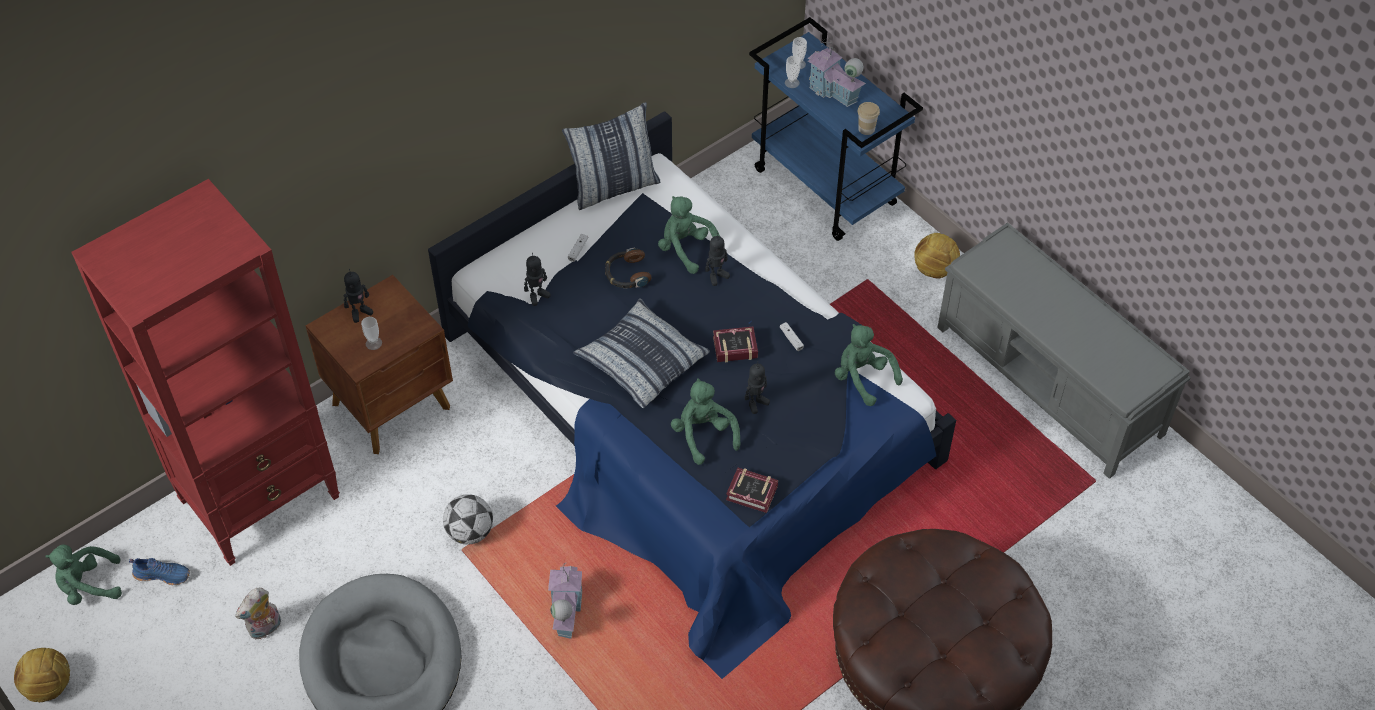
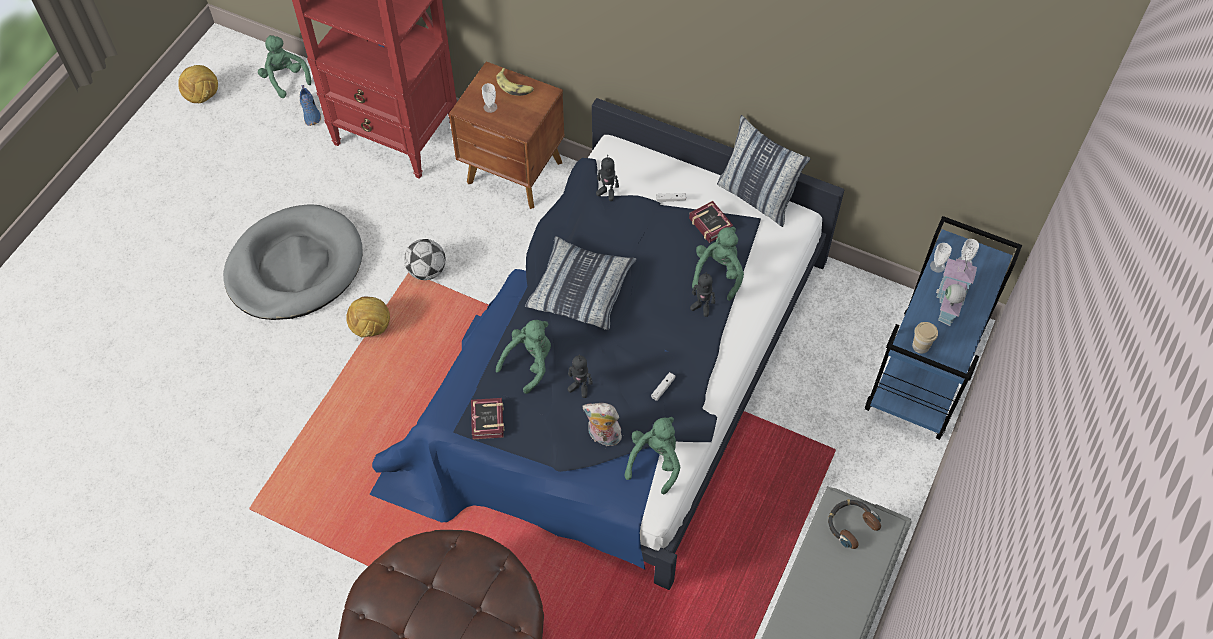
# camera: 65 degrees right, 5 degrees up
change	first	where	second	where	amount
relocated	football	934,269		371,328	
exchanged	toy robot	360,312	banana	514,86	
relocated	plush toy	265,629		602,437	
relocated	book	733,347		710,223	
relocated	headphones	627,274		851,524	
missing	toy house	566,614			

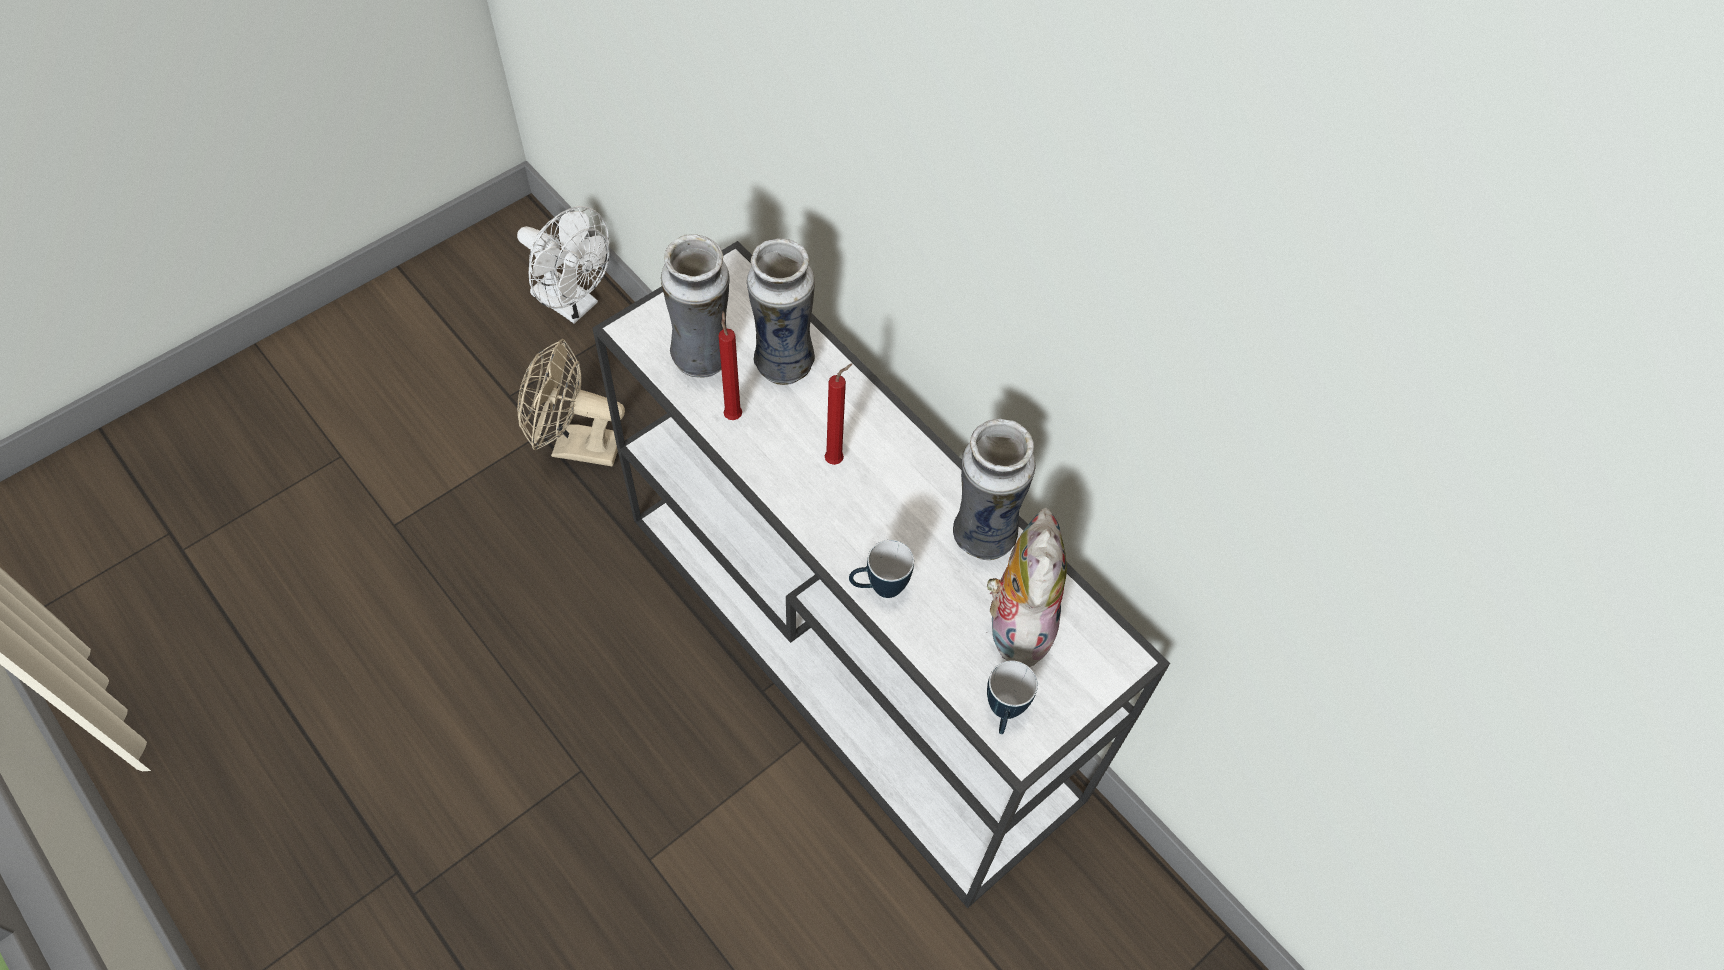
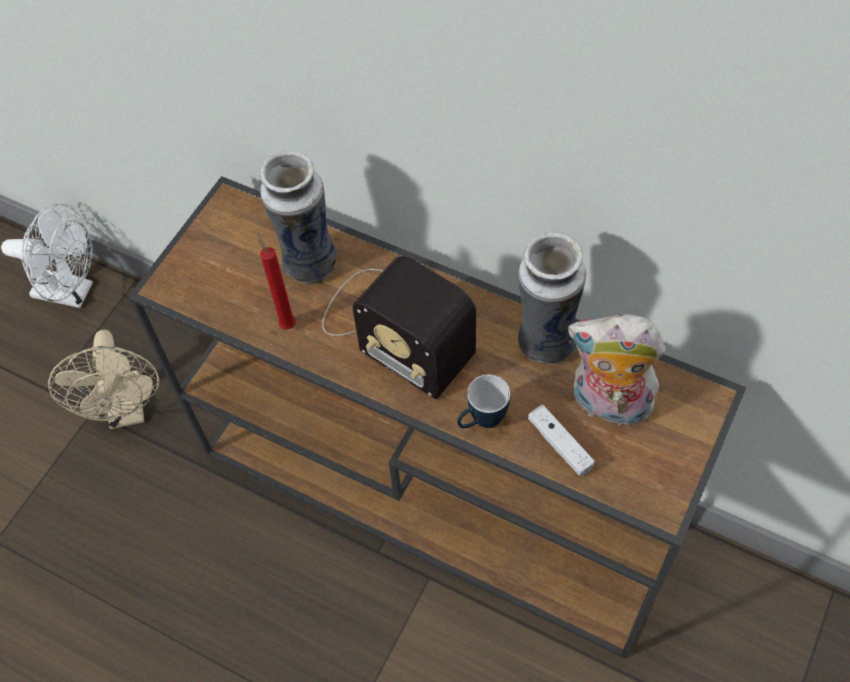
# camera: 15 degrees left, 0 degrees up
change	first	where	second	where	amount
spun	beige fan	576,446		127,410	90 degrees counterclockwise
colour	white console table	853,657	brown console table	440,492	
exchanged	red candle	836,459	radio	394,327	
appeared			white game controller	560,444	
spun	plush toy	1016,623		608,405	60 degrees counterclockwise
missing	vase	703,358			
missing	mug	1003,714			

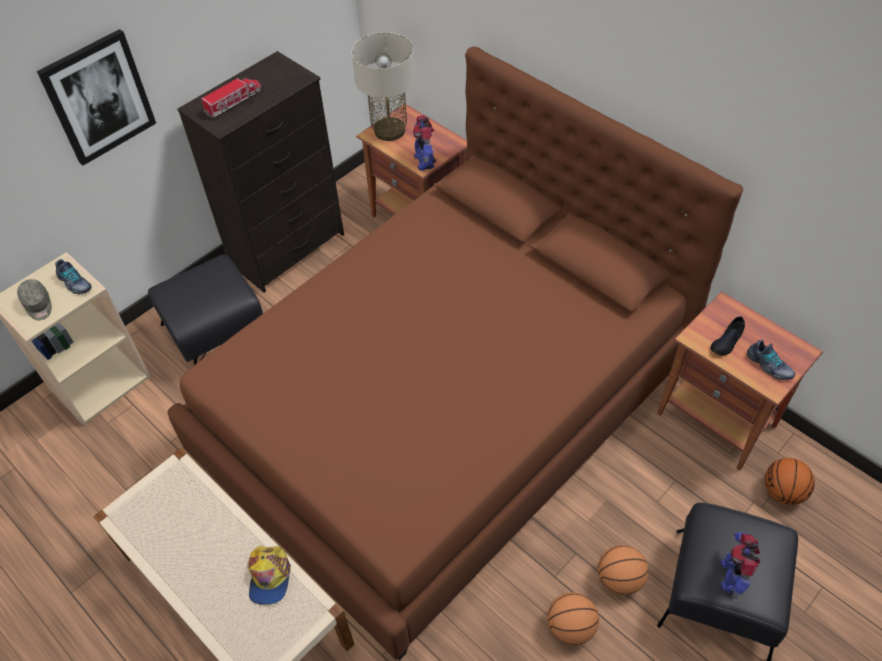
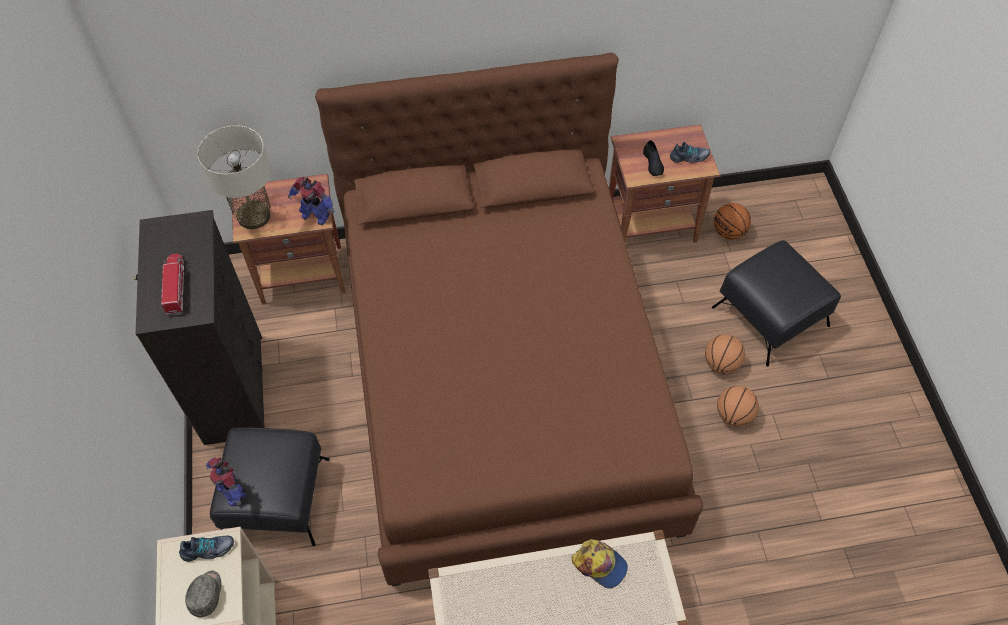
# camera: 55 degrees left, 5 degrees up
change	first	where	second	where	amount
spun	grey cap	38,305		206,594	90 degrees counterclockwise
relocated	toy robot	732,576		232,491	
missing	picture	99,97			

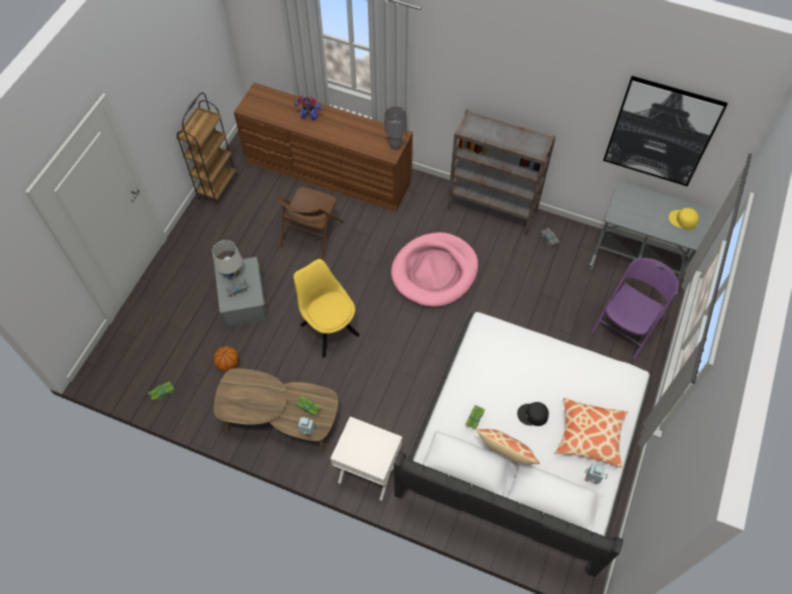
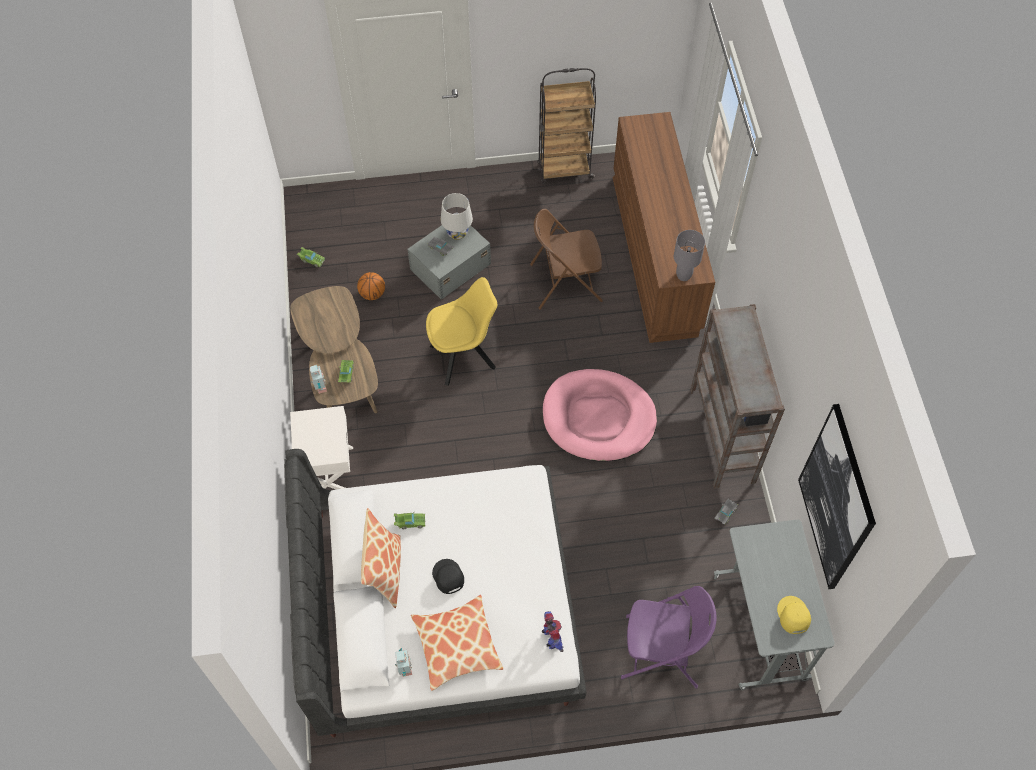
# camera: 60 degrees right, 0 degrees up
change	first	where	second	where	amount
spun	yellow chair	329,330		463,357	45 degrees clockwise
relocated	toy robot	309,118		552,638	

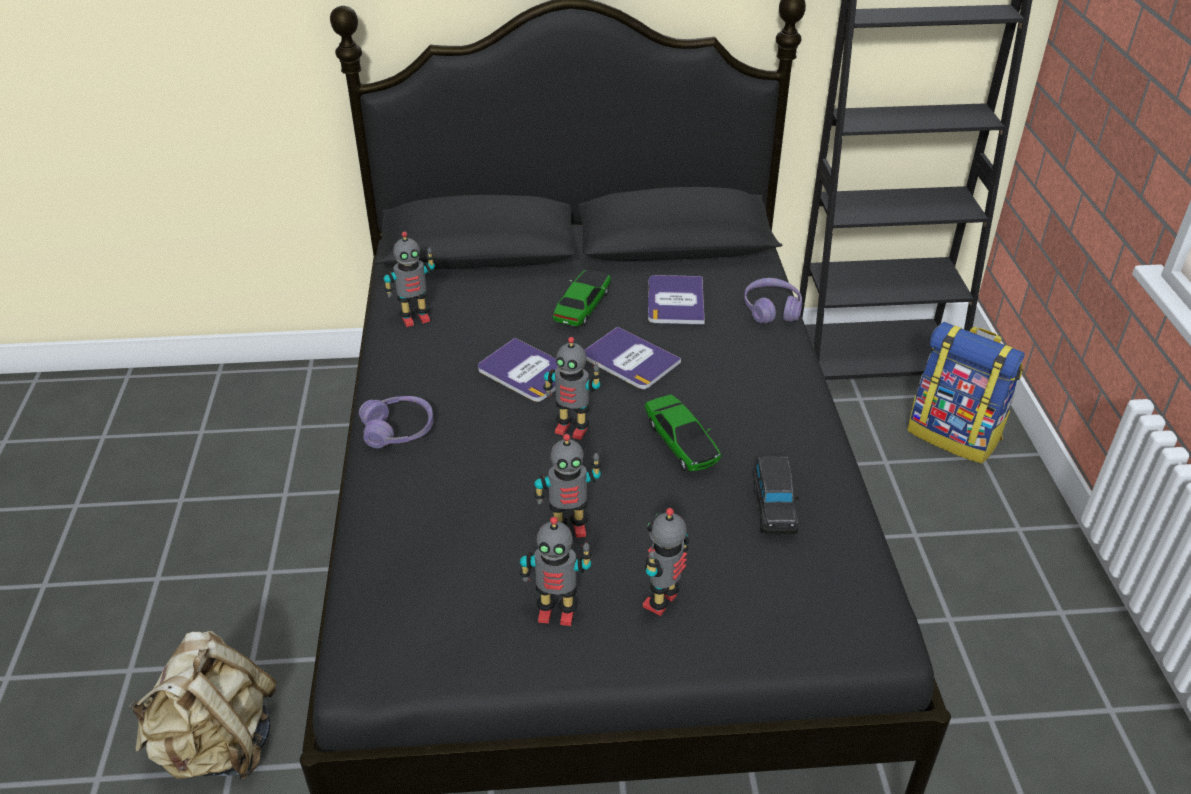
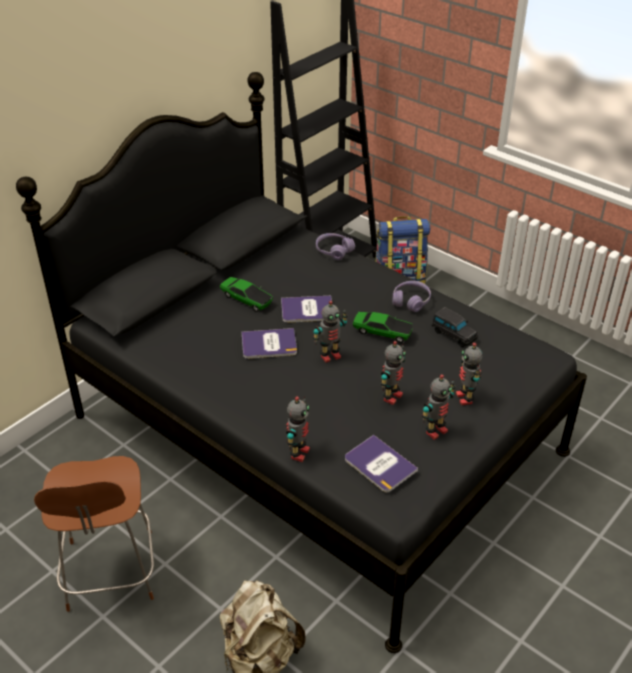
# camera: 45 degrees left, 0 degrees up
change	first	where	second	where	amount
appeared			brown chair	110,574	
spun	toy car	582,307		246,299	150 degrees clockwise
relocated	toy robot	415,318		298,453	
relocated	book	675,301		379,464	
relocated	purple headphones	398,430		411,301	

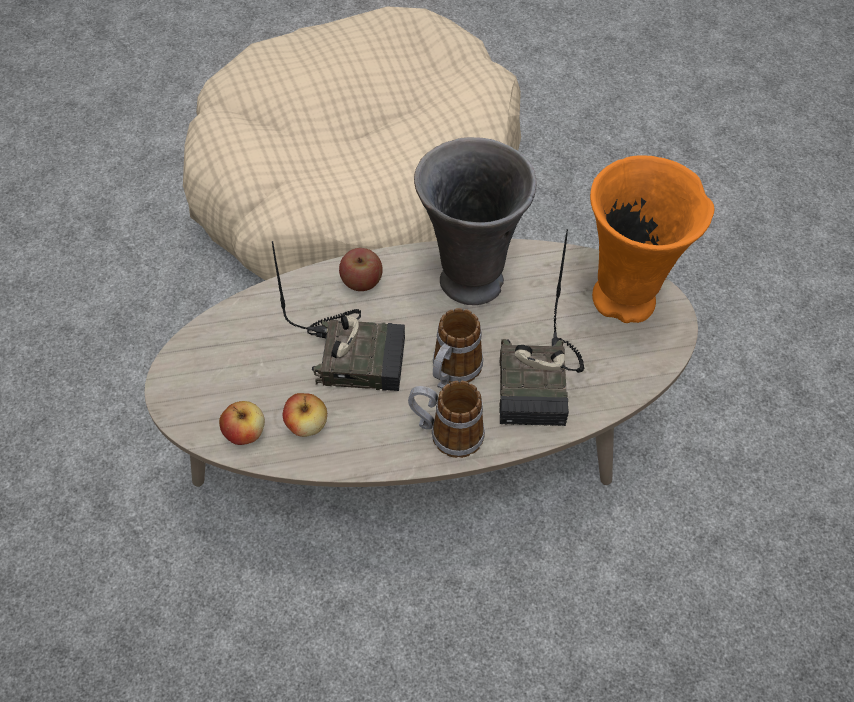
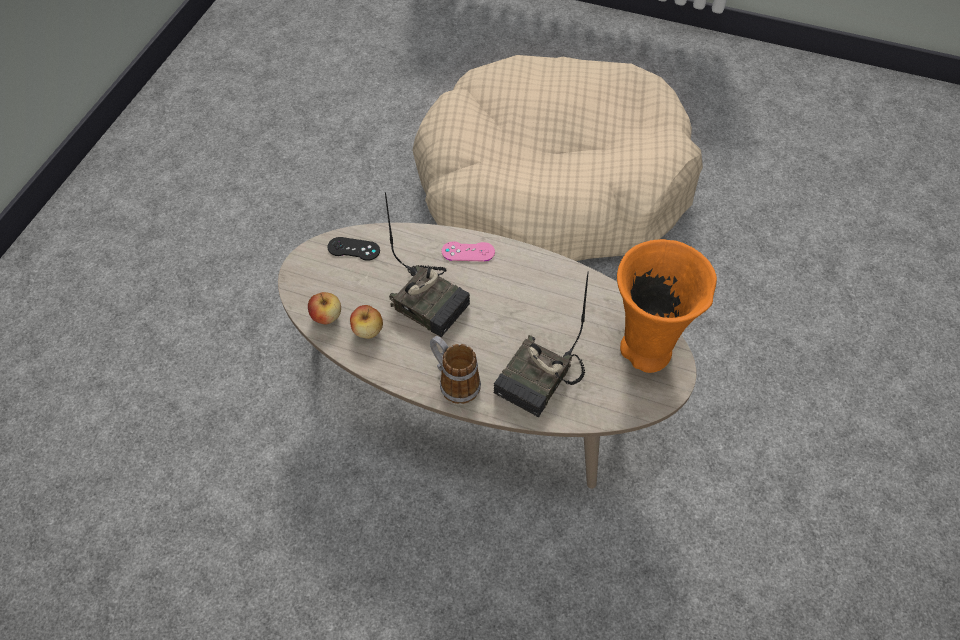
# camera: 30 degrees right, 0 degrees up
change	first	where	second	where	amount
appeared			black game controller	353,249	
exchanged	apple	361,281	pink game controller	468,252	
missing	grey vase	468,281			
missing	mug	452,373			

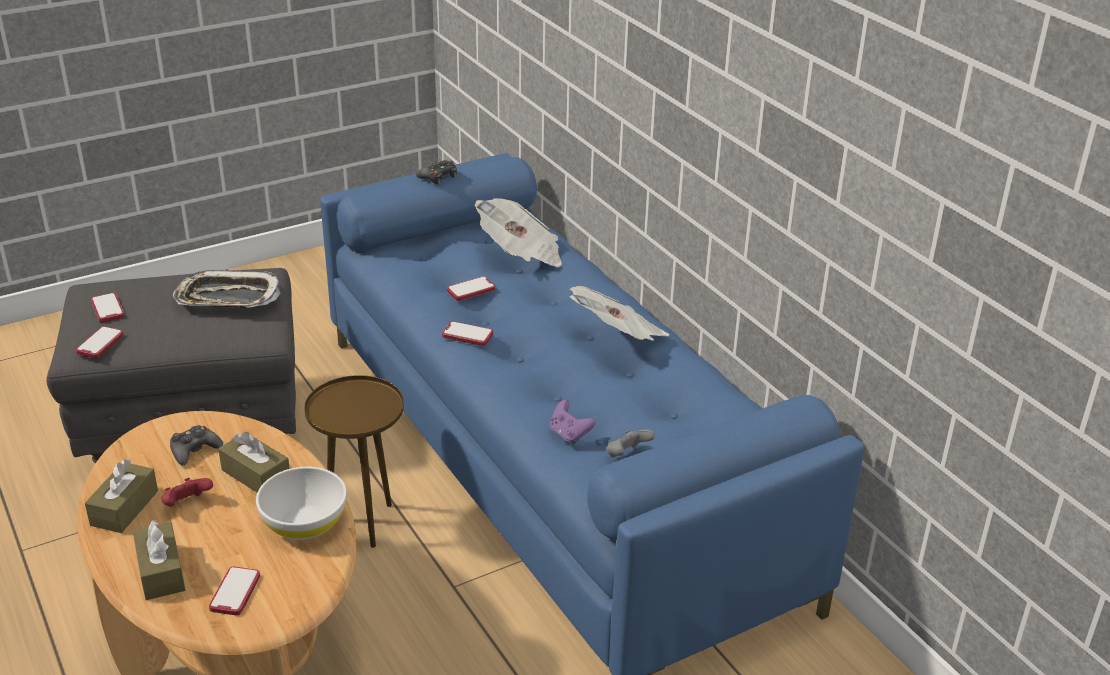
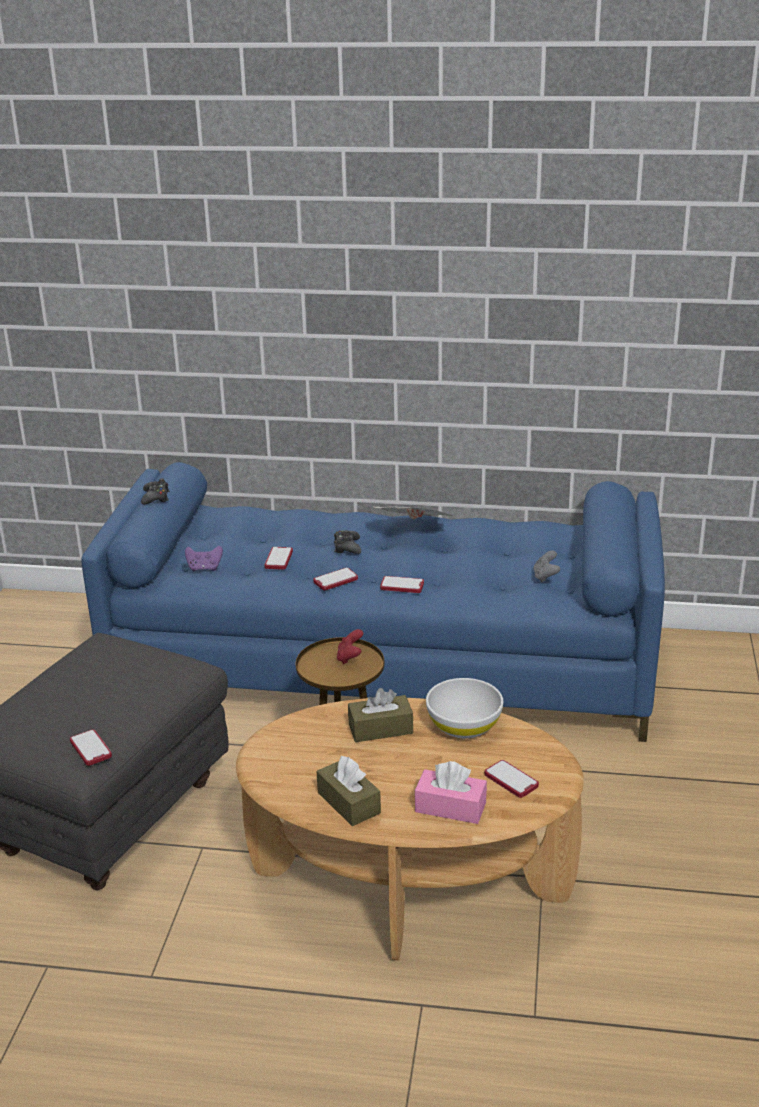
# camera: 50 degrees left, 5 degrees down
change	first	where	second	where	amount
relocated	purple game controller	569,434		204,568	
relocated	black game controller	194,450		347,547	
relocated	red game controller	187,504		350,657	
relocated	phone	108,309		402,586	
colour	brown tissue box	161,571	pink tissue box	450,807	
missing	tray	228,298			
missing	newspaper	521,254			

